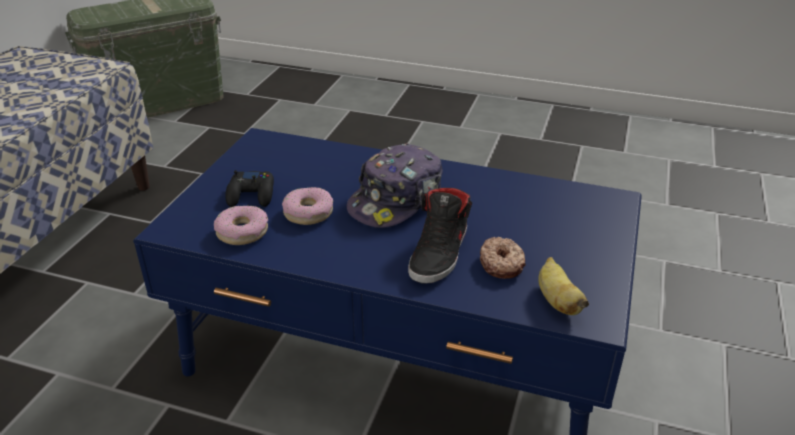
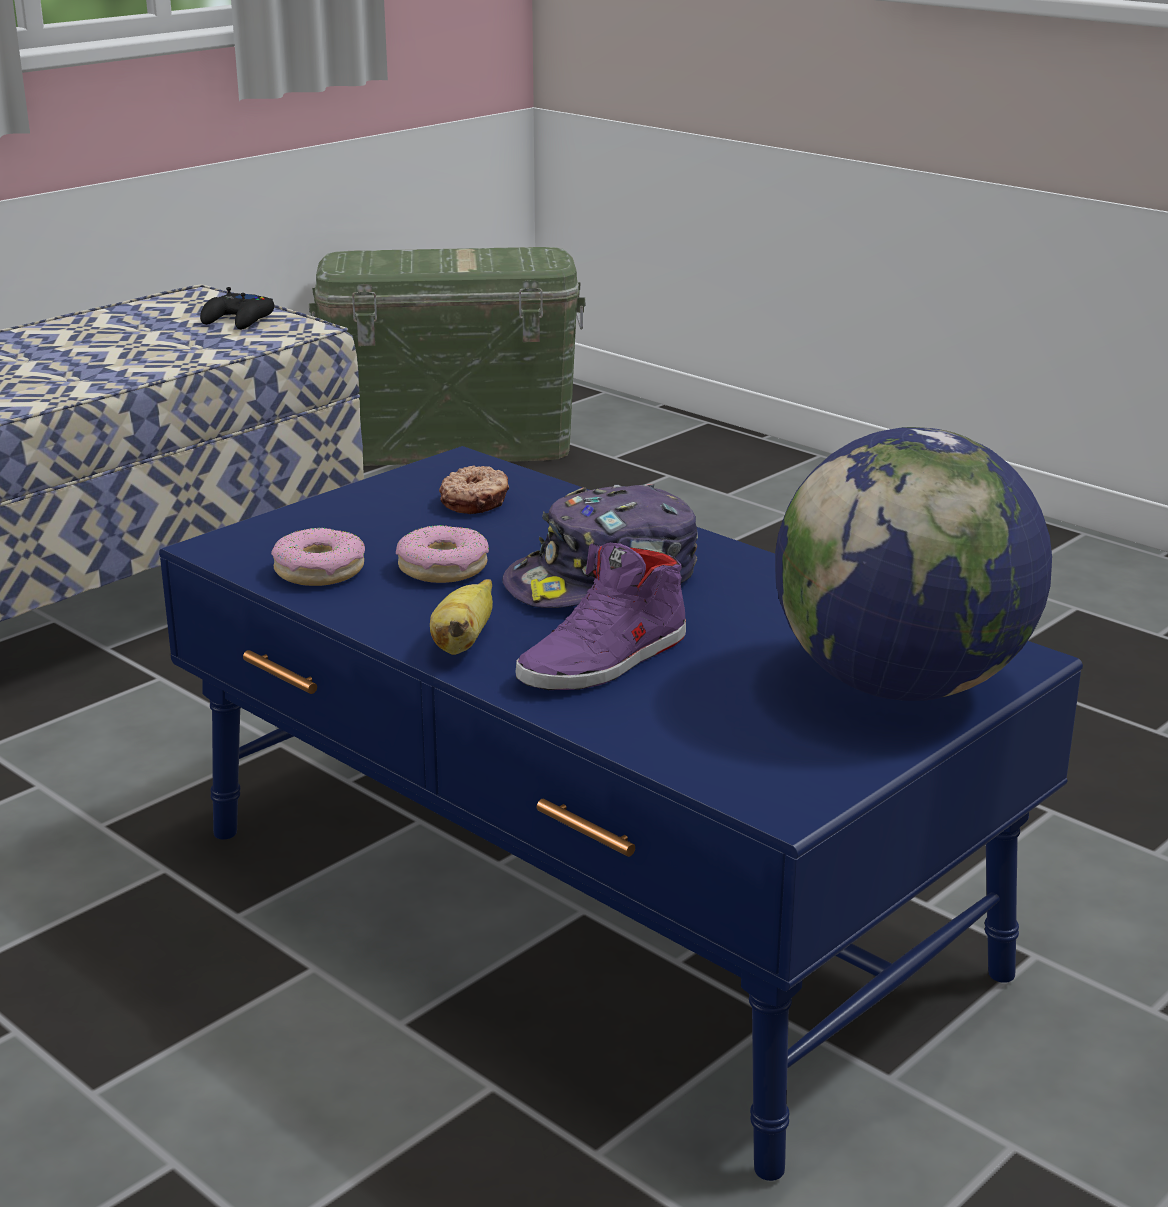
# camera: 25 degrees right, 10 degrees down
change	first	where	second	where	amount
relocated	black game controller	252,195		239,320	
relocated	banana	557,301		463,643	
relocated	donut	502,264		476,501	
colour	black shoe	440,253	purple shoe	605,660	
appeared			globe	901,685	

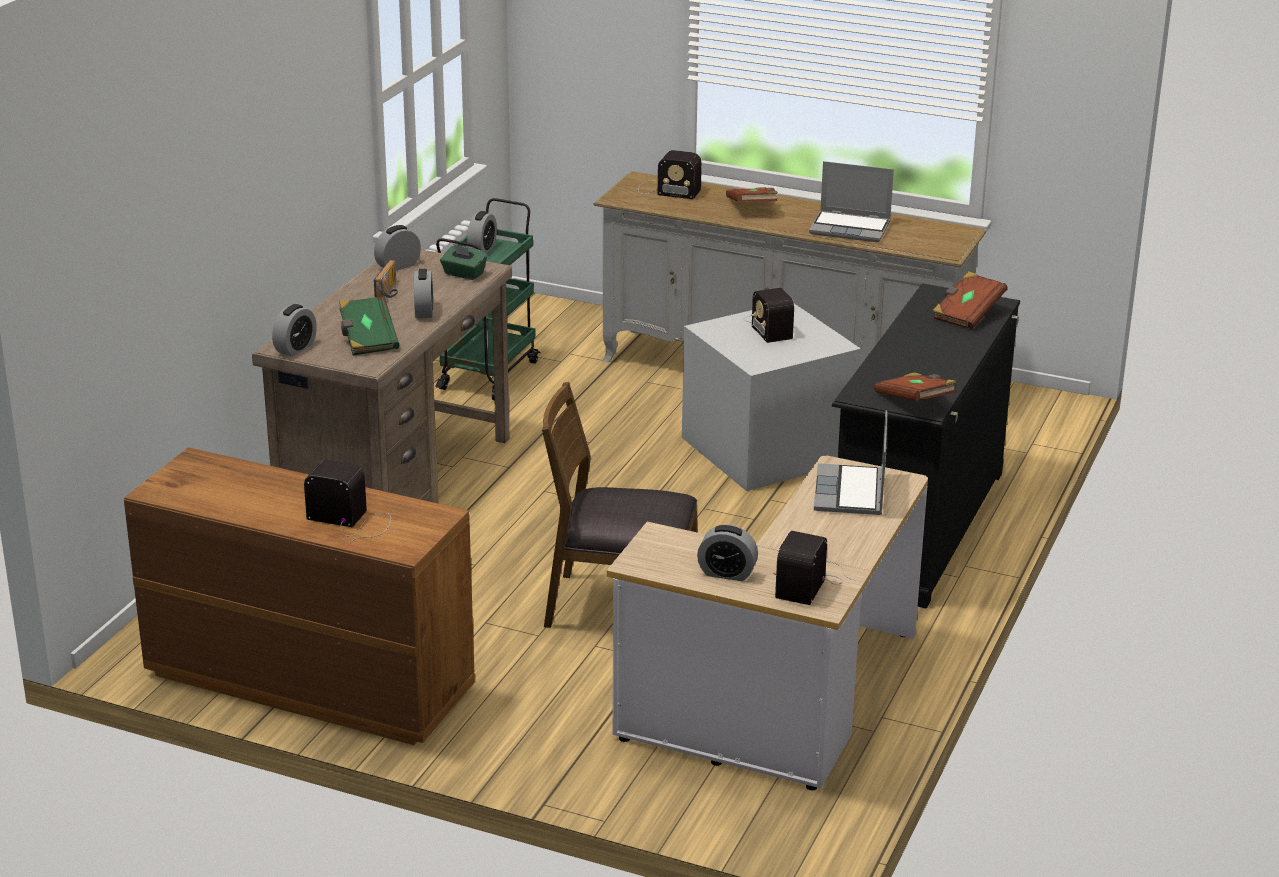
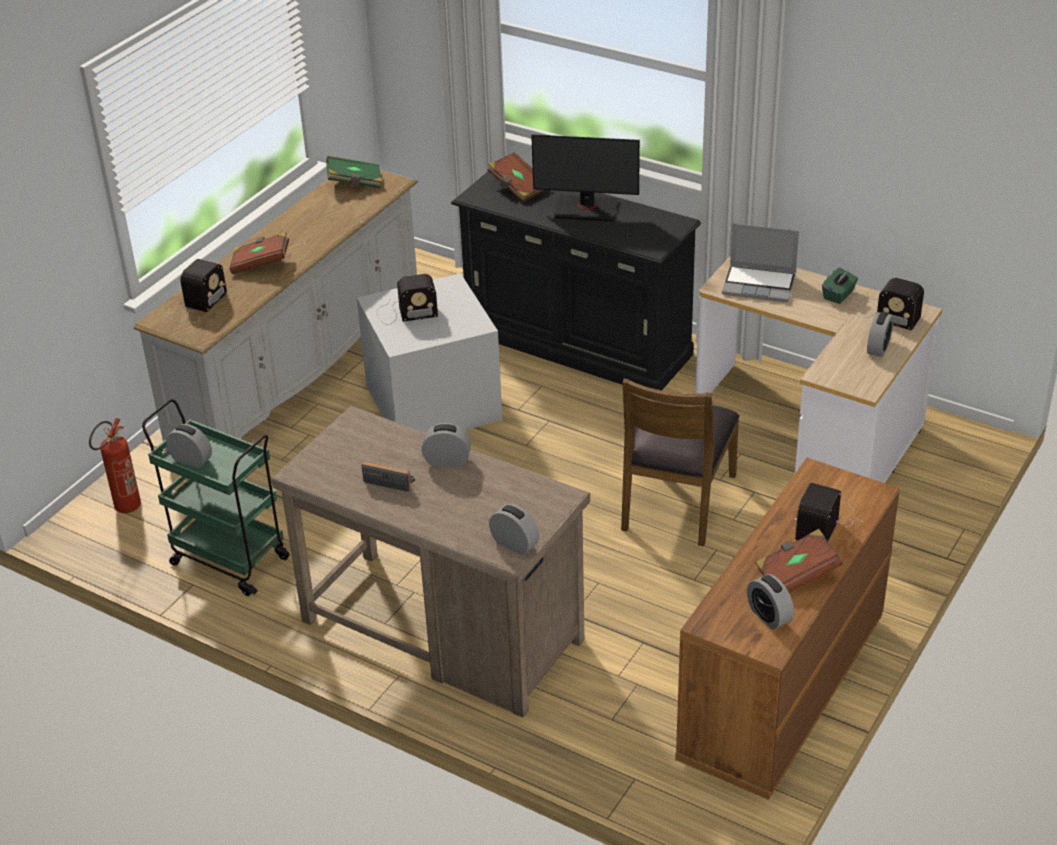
# camera: 80 degrees left, 10 degrees up
change	first	where	second	where	amount
appeared			fire extinguisher	123,509	
relocated	green book	367,339		355,183	
appeared			monitor	586,208	
relocated	alarm clock	398,266		769,616	
relocated	brown book	915,401		797,574	
relocated	green tissue box	463,274		839,295	
missing	laptop	851,228			

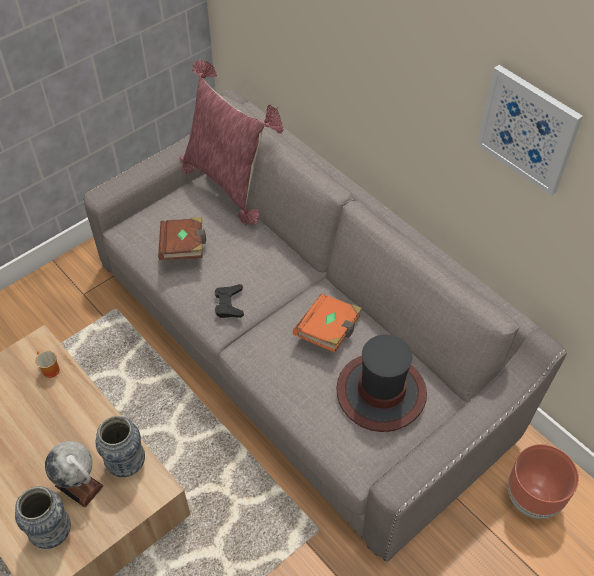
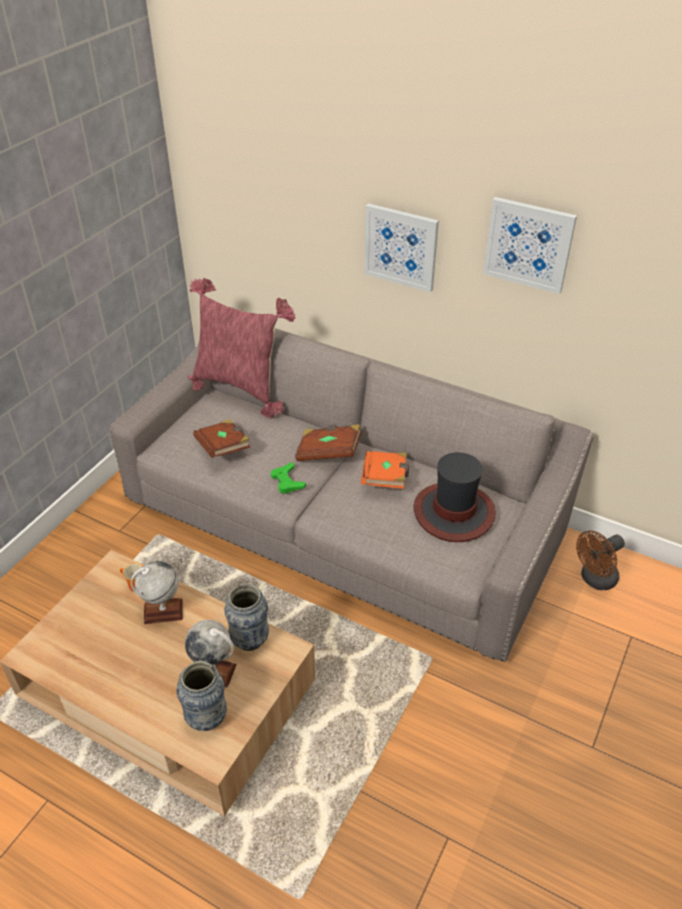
# camera: 20 degrees left, 10 degrees down
change	first	where	second	where	amount
appeared			globe	163,611	
colour	black game controller	229,304	green game controller	287,481	
appeared			brown book	328,452	
appeared			picture	401,247	
exchanged	brown planter	533,499	brown fan	594,580	

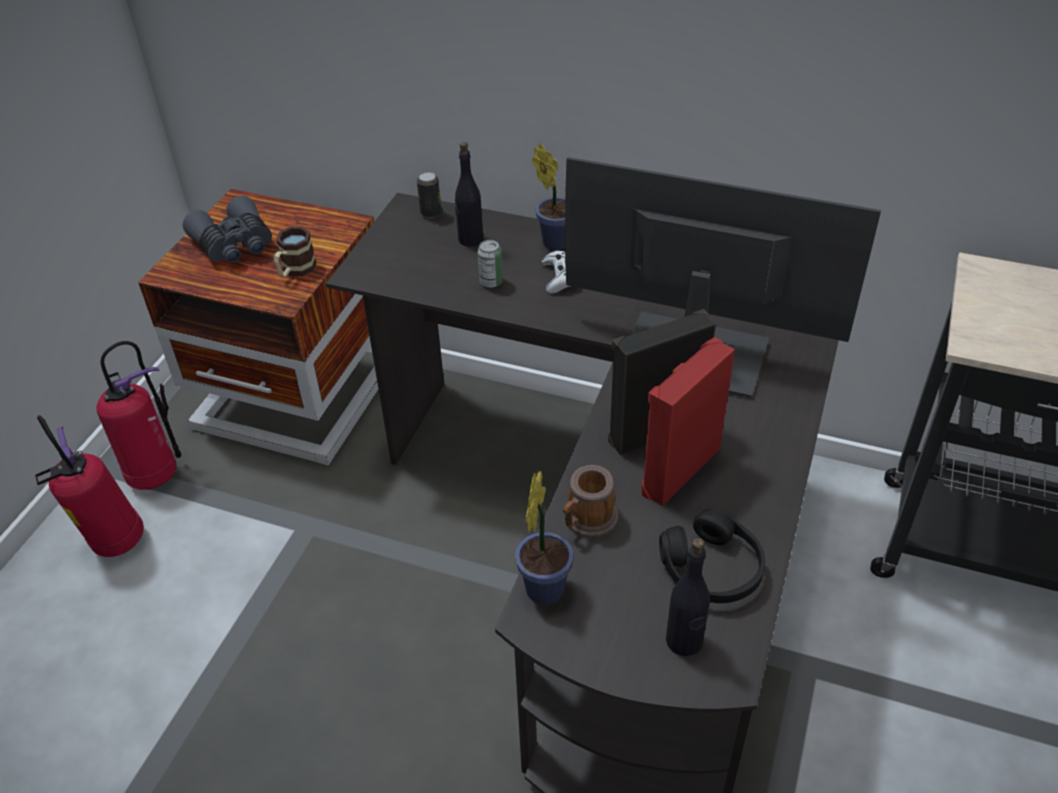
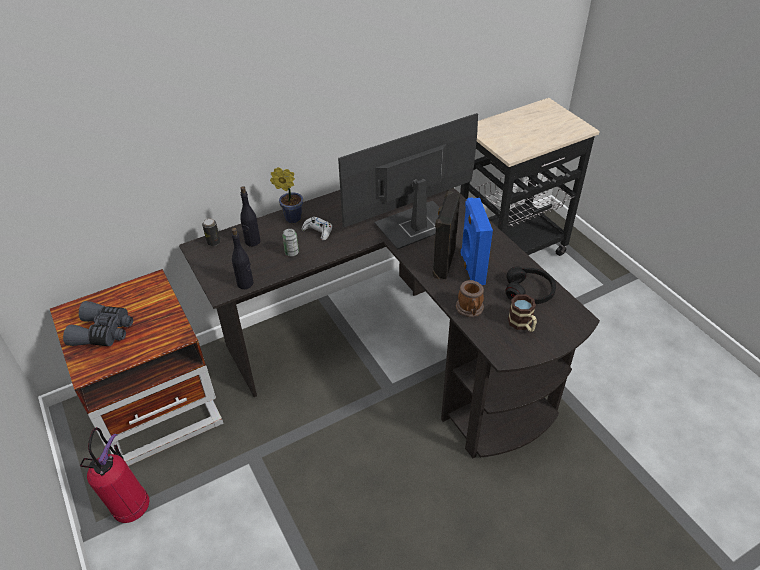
# camera: 50 degrees left, 0 degrees up
change	first	where	second	where	amount
relocated	black bottle	684,641		245,284	
colour	red speaker	678,470	blue speaker	471,269	
relocated	mug	295,271		522,325	
missing	fire extinguisher	114,541			
missing	potted plant	546,584			

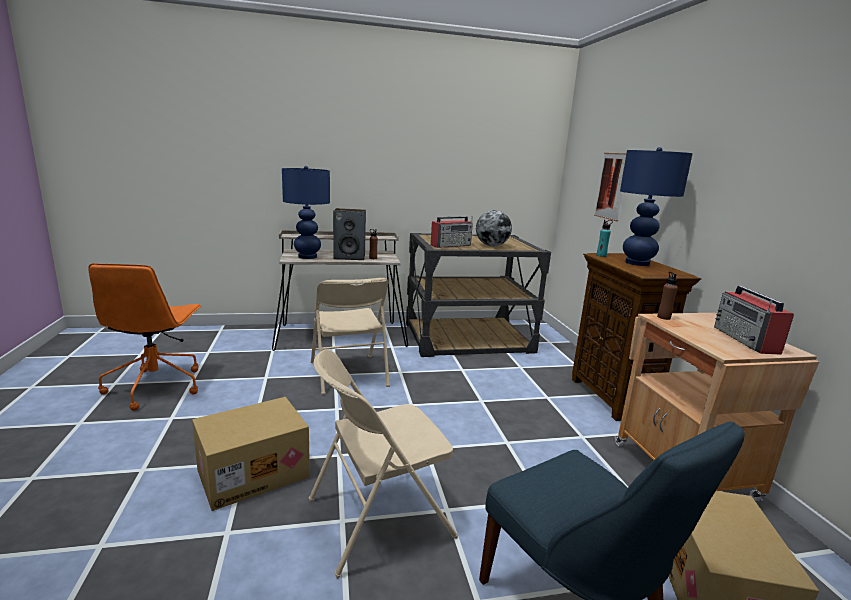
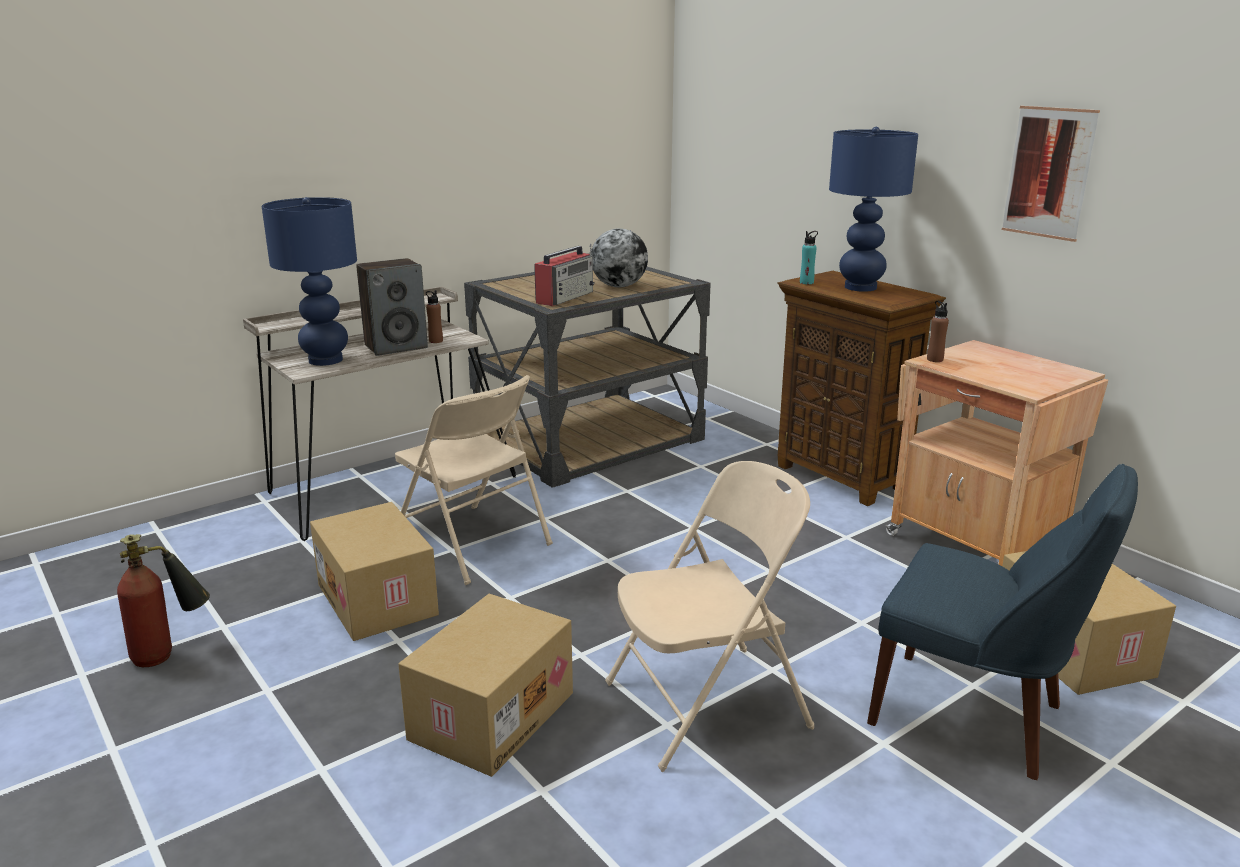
# camera: 25 degrees left, 5 degrees up
change	first	where	second	where	amount
exchanged	orange office chair	157,385	fire extinguisher	170,652	
appeared			cardboard box	379,599	
spun	beige chair	379,517		706,705	150 degrees counterclockwise
relocated	picture	611,186		1048,173	
missing	radio	746,340			

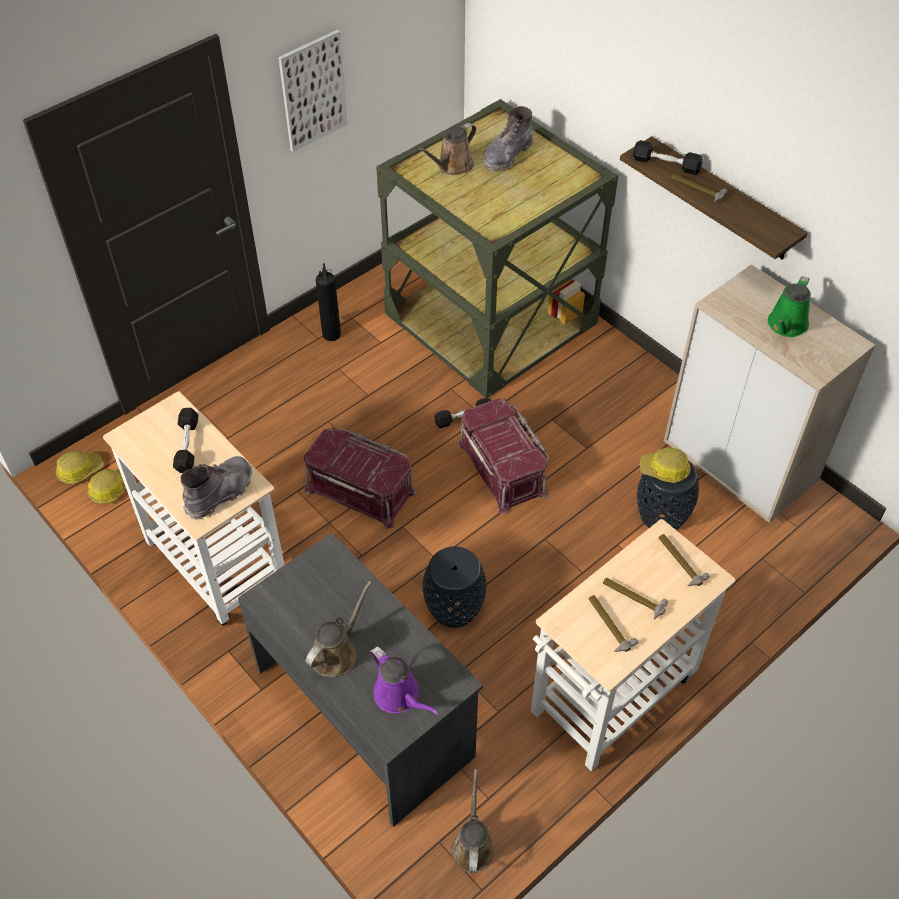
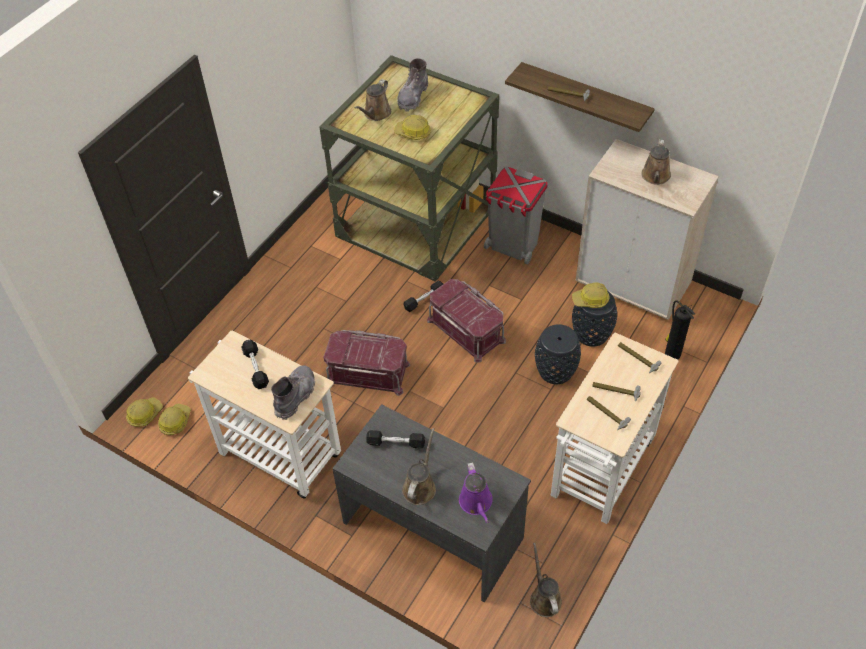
# camera: 15 degrees left, 0 degrees up
change	first	where	second	where	amount
relocated	black dumbbell	666,164		396,443	
appeared			hard hat	413,133	
spun	purple watering can	399,696		476,503	45 degrees clockwise
appeared			grey trash can	513,246	
relocated	black stool	454,607		556,371	
colour	green watering can	786,326	brown watering can	655,177	
relocated	fire extinguisher	331,333		672,353	
missing	picture	313,91			

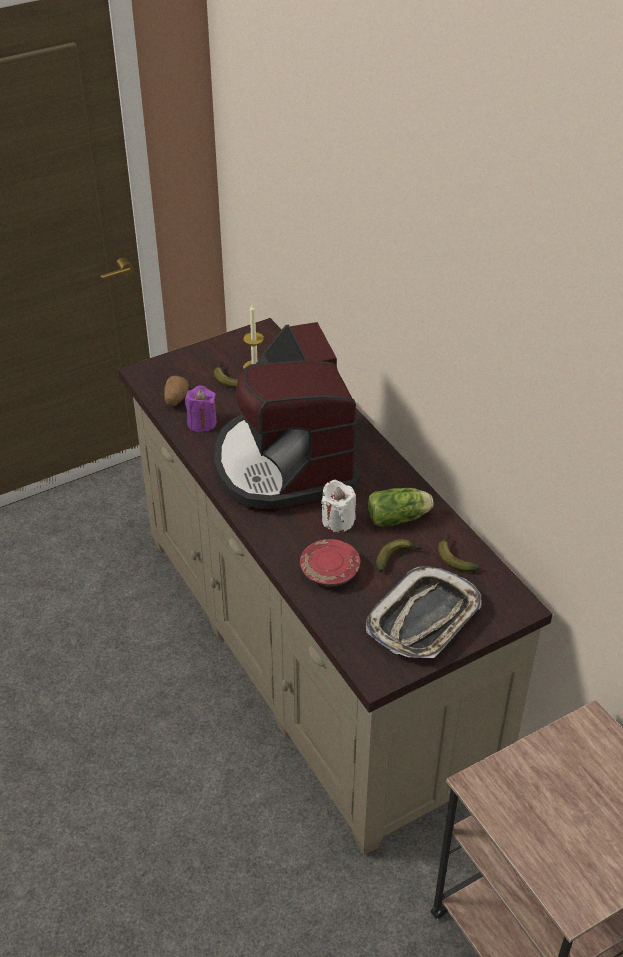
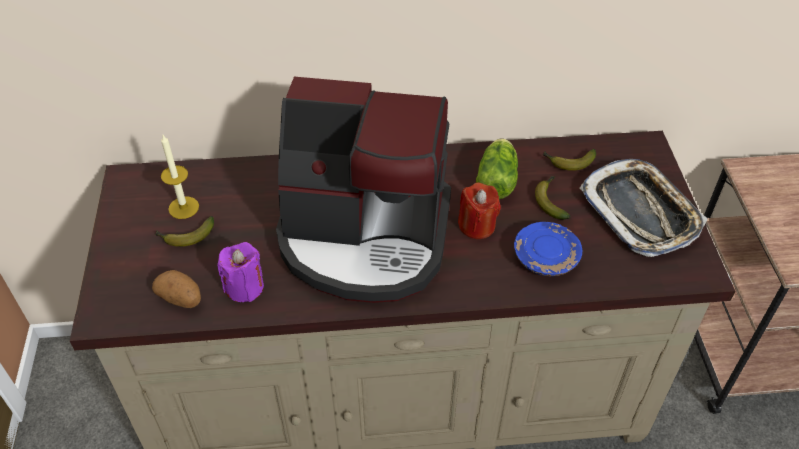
# camera: 65 degrees left, 5 degrees up
change	first	where	second	where	amount
colour	white candle	338,521	red candle	477,226	
colour	red plate	330,571	blue plate	546,257	

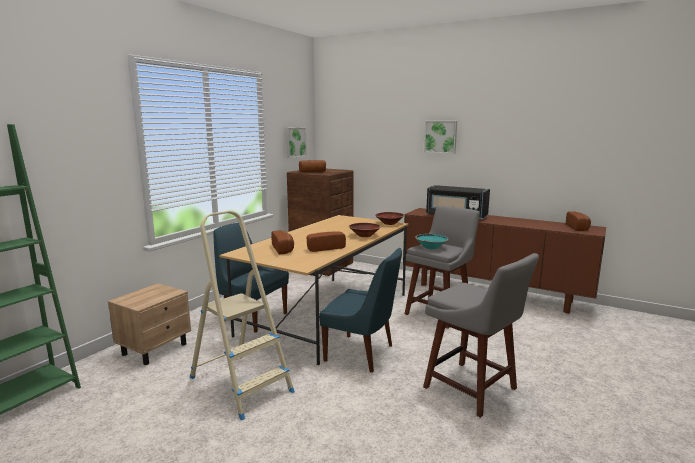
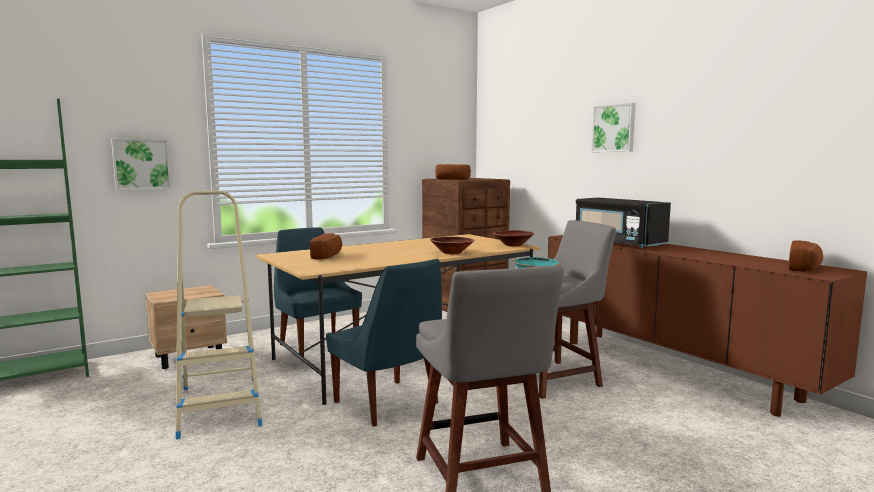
# camera: 25 degrees right, 5 degrees down
change	first	where	second	where	amount
relocated	picture	295,142		141,164	
missing	bread	324,248			

